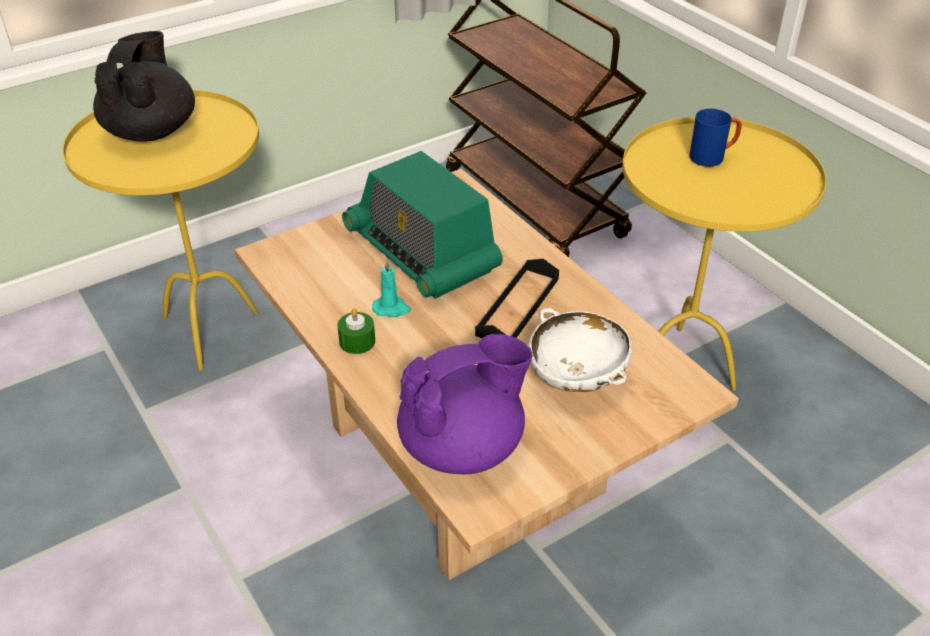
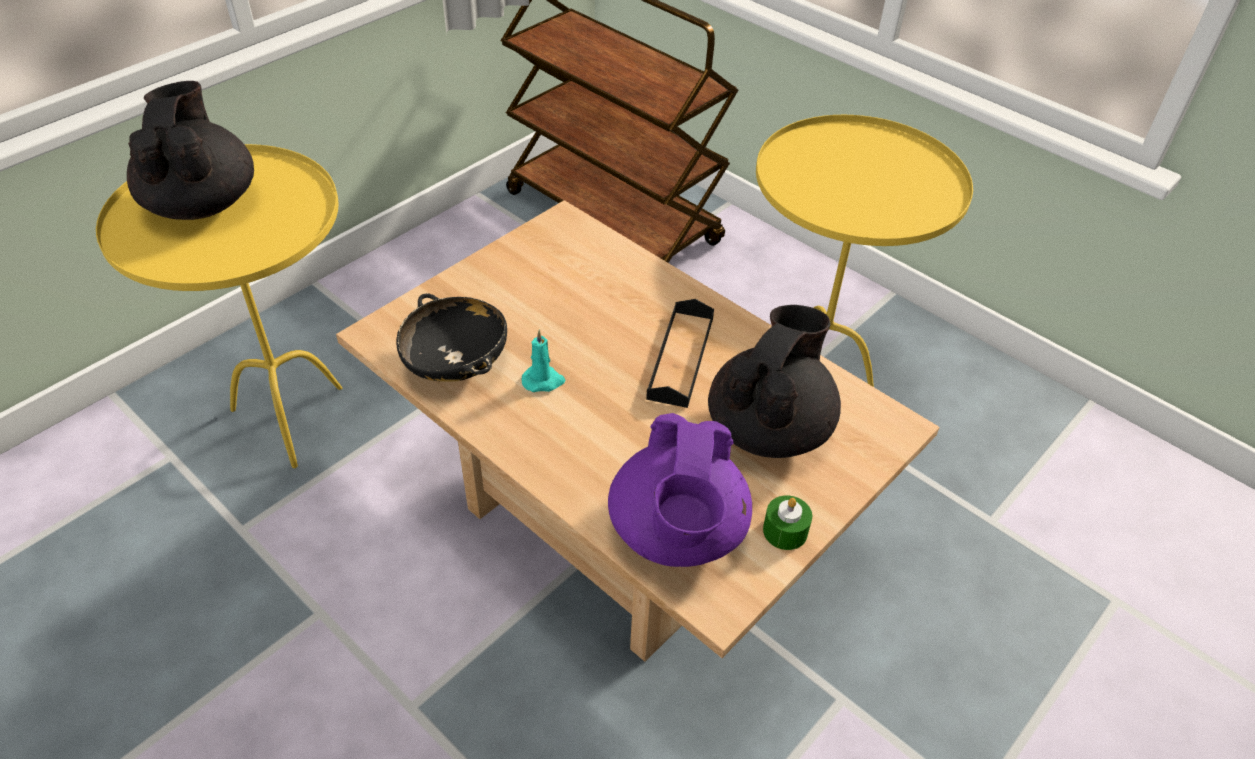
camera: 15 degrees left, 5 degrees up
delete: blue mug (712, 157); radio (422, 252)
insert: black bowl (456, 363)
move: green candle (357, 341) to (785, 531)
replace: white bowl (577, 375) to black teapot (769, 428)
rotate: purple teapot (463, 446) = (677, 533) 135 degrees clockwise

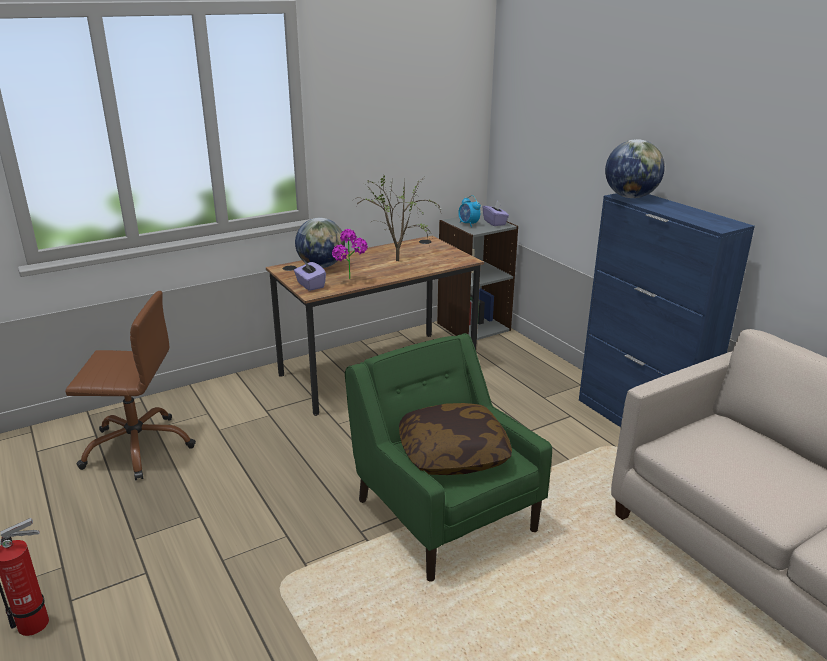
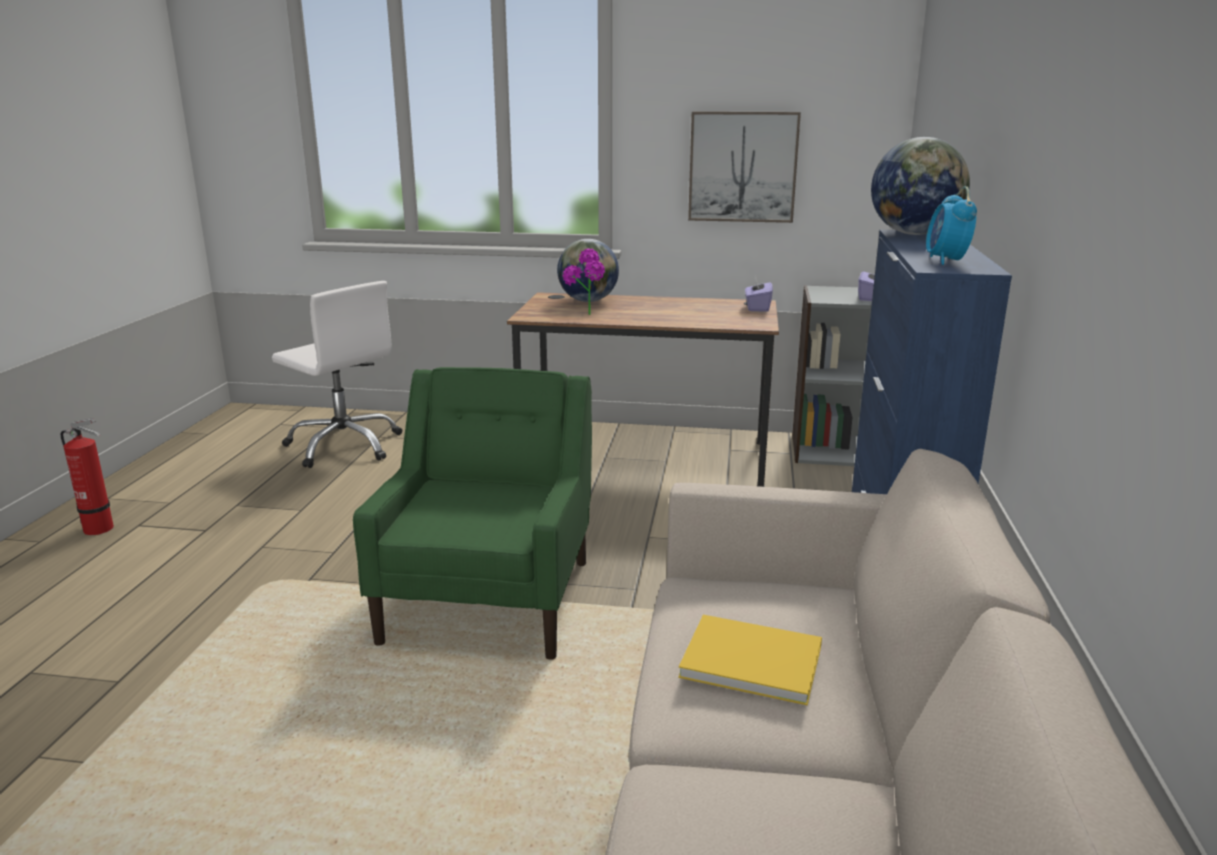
camera: 40 degrees right, 5 degrees down
delete: potted plant (398, 261); pillow (453, 454)
insert: picture (742, 167); yellow book (748, 659)
move: alarm clock (468, 224) to (946, 261); purple tissue box (310, 285) to (757, 308)
recolor: brown office chair (138, 447) to white office chair (344, 445)

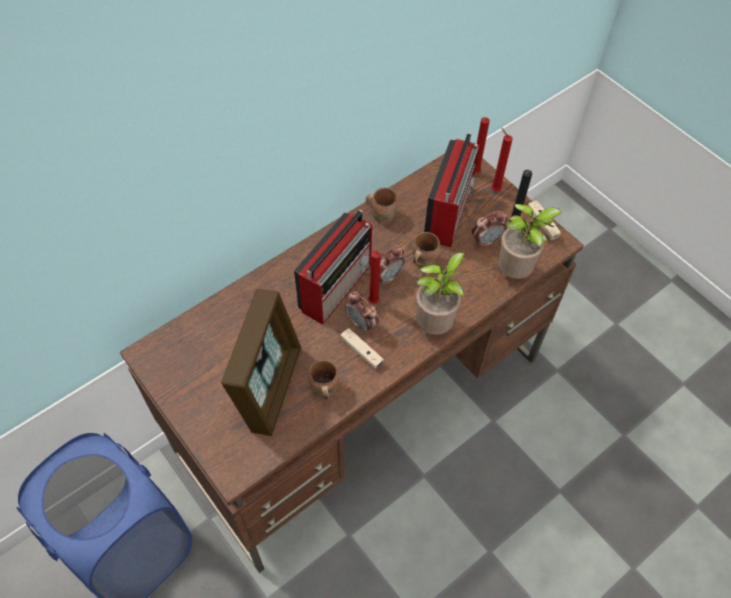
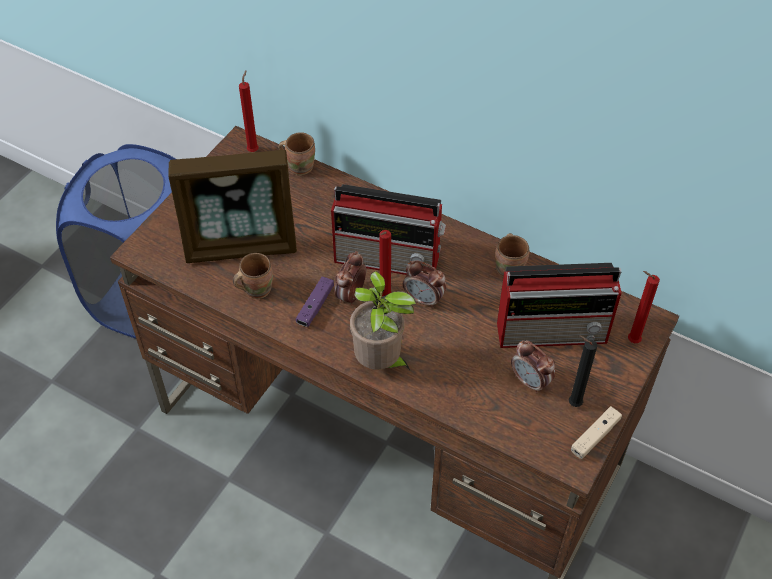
camera: 70 degrees right, 5 degrees down
delete: potted plant (516, 272)
move: red candle (494, 189) to (253, 150); brown mug (422, 261) to (300, 166)
recolor: beige game controller (361, 351) to purple game controller (315, 306)

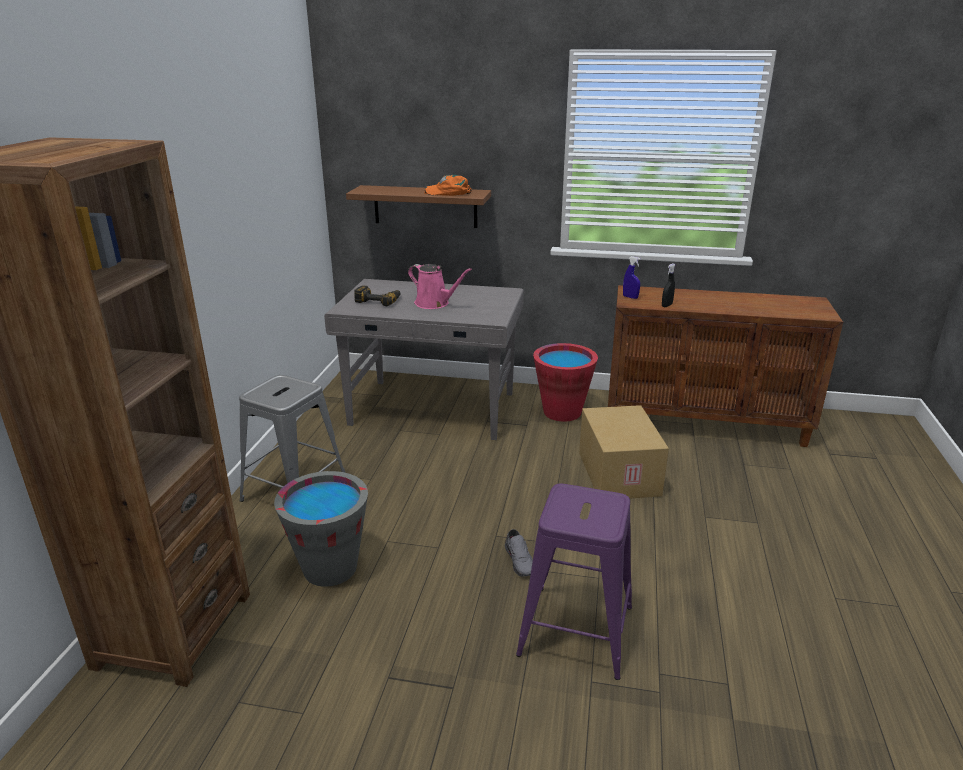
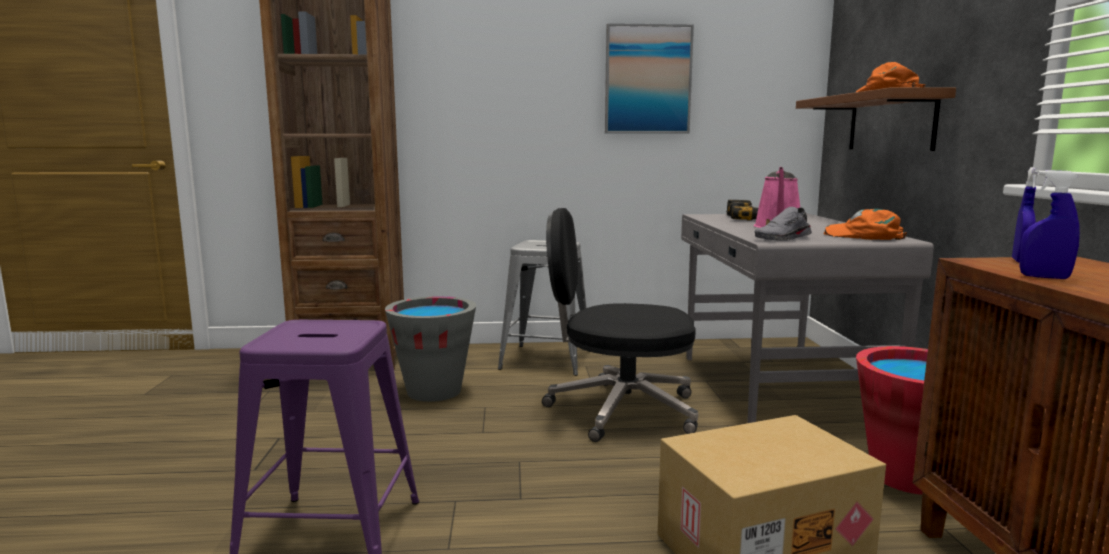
camera: 75 degrees right, 15 degrees down
insert: picture (647, 80); black office chair (619, 410); orange cap (864, 236)
move: grey shoe (520, 560) to (784, 239)
recolor: black spray bottle (667, 305) to blue spray bottle (1044, 277)

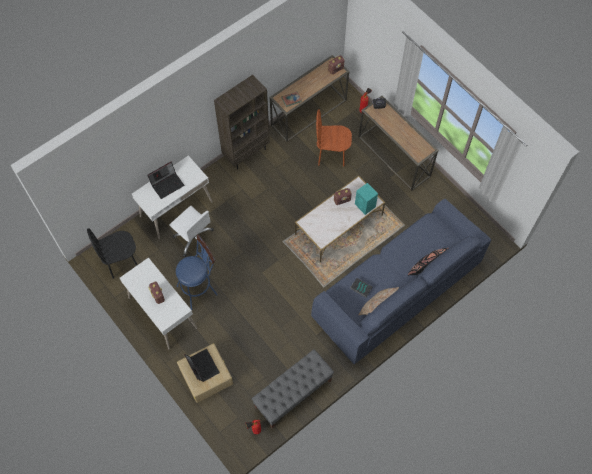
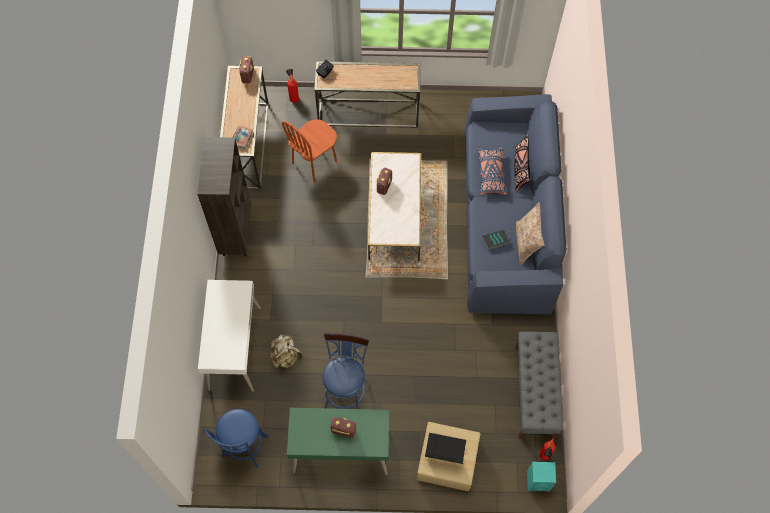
camera: 50 degrees left, 0 degrees up
delete: laptop (167, 184)
insert: blue pillow (491, 174)
move: turquoise speaker (365, 205) to (539, 481)
replace: white office chair (194, 239) to beige backpack (285, 356); black chair (121, 262) to blue stool (244, 449)
recolor: white desk (162, 313) to green desk (341, 451)

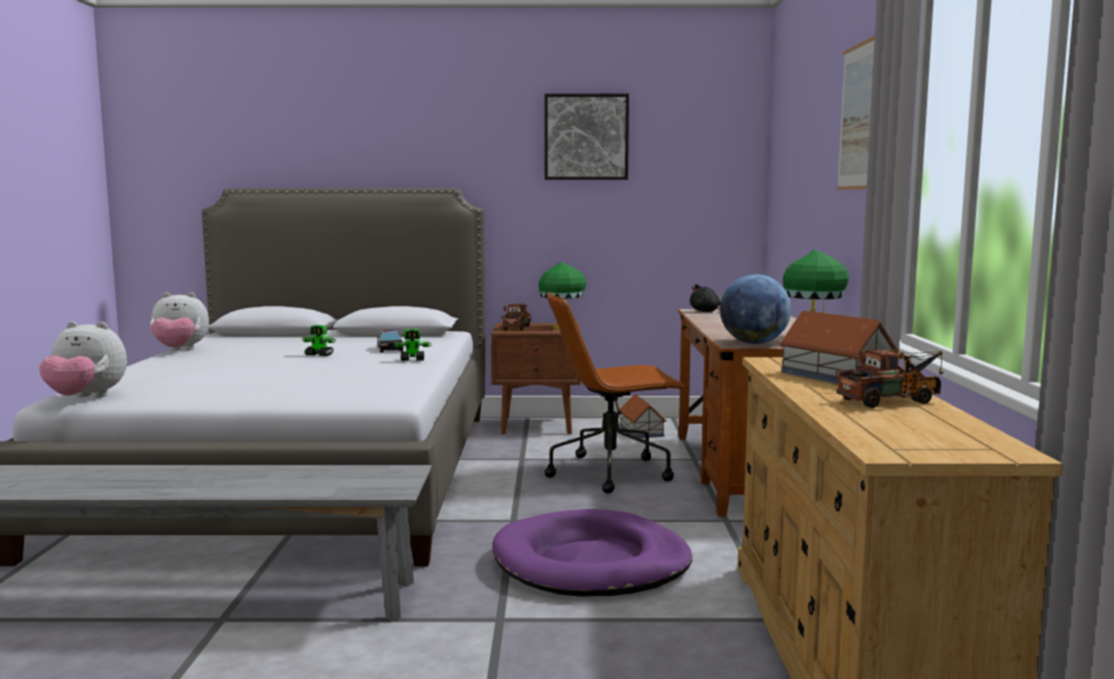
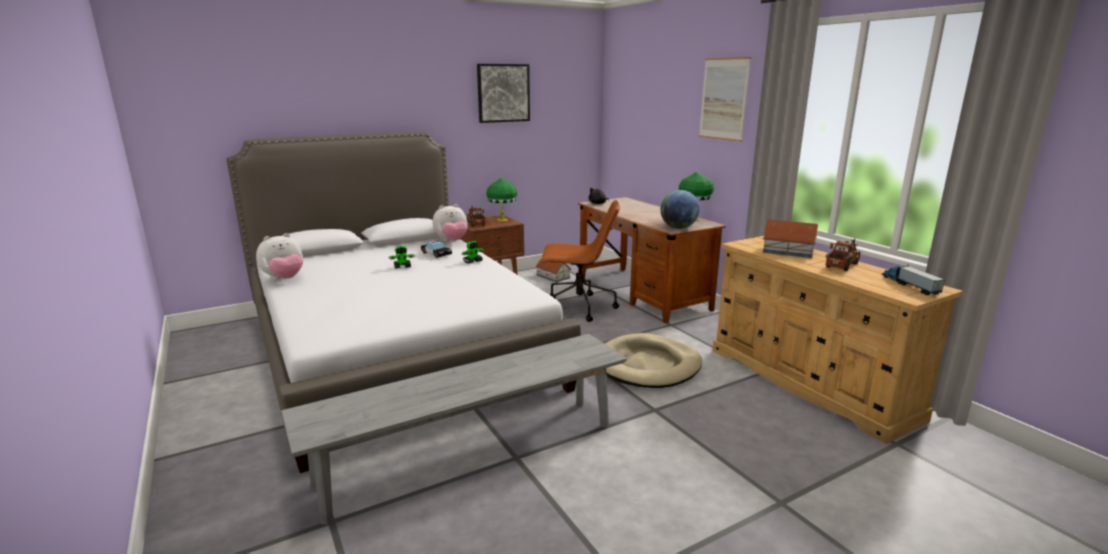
camera: 30 degrees left, 10 degrees up
insert: toy truck (909, 285)
move: plush toy (86, 398) to (452, 241)
recolor: purple dog bed (591, 563) to beige dog bed (648, 365)
rotate: brown office chair (612, 472) = (578, 307) 135 degrees counterclockwise

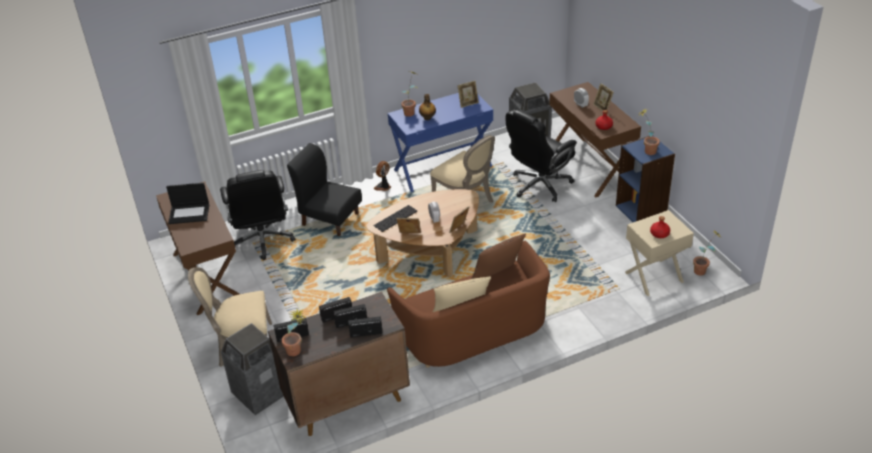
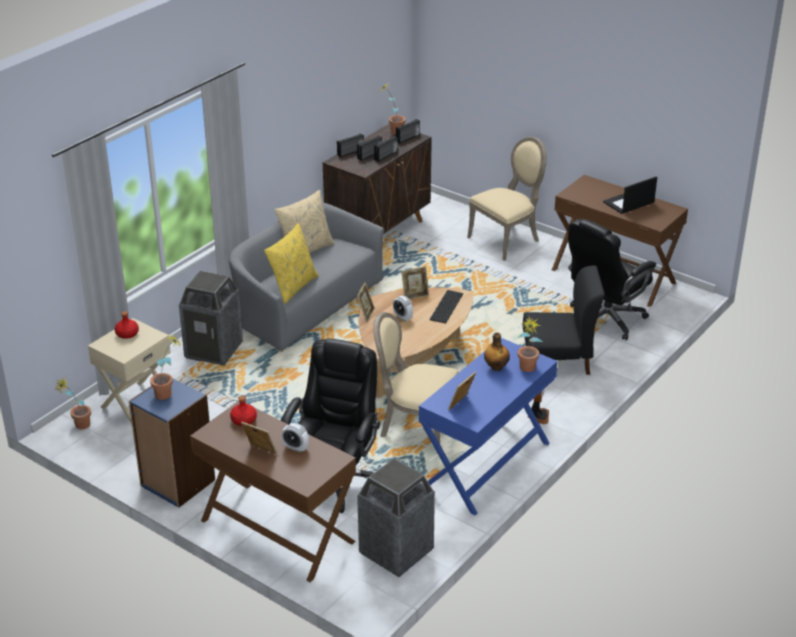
camera: 150 degrees right, 5 degrees down
move: trash can (259, 393) to (214, 350)
recolor: brown pillow (497, 277) to yellow pillow (293, 287); brown sofa (475, 330) to grey sofa (305, 305)
rotate: black office chair (262, 240) = (604, 319) 90 degrees counterclockwise

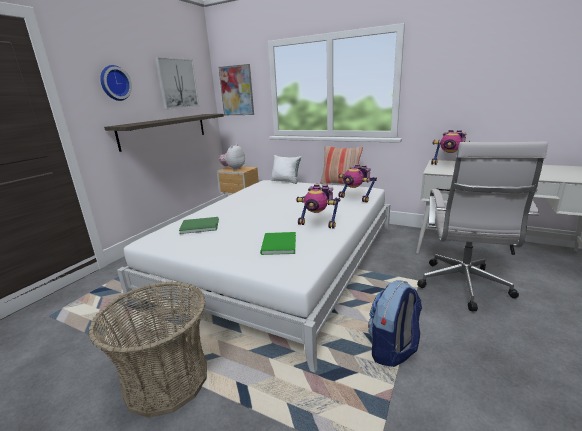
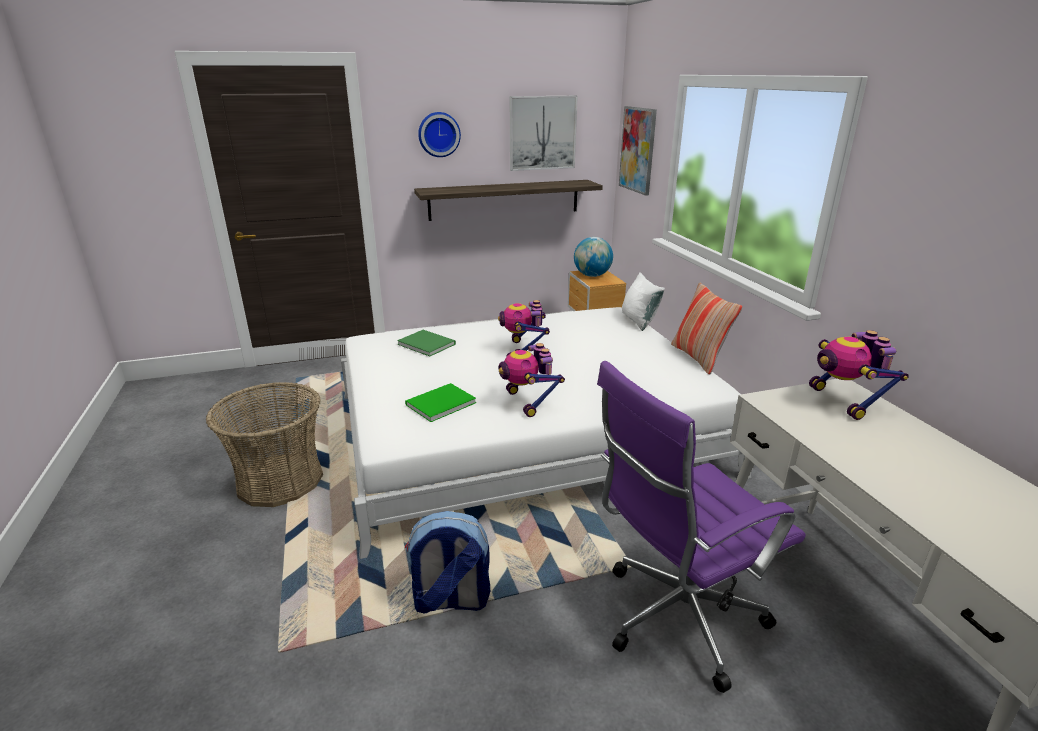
camera: 45 degrees right, 5 degrees up
move: toy robot (355, 198) to (524, 350)
replace: plush toy (233, 169) to globe (592, 275)
recolor: white office chair (463, 287) to purple office chair (676, 619)

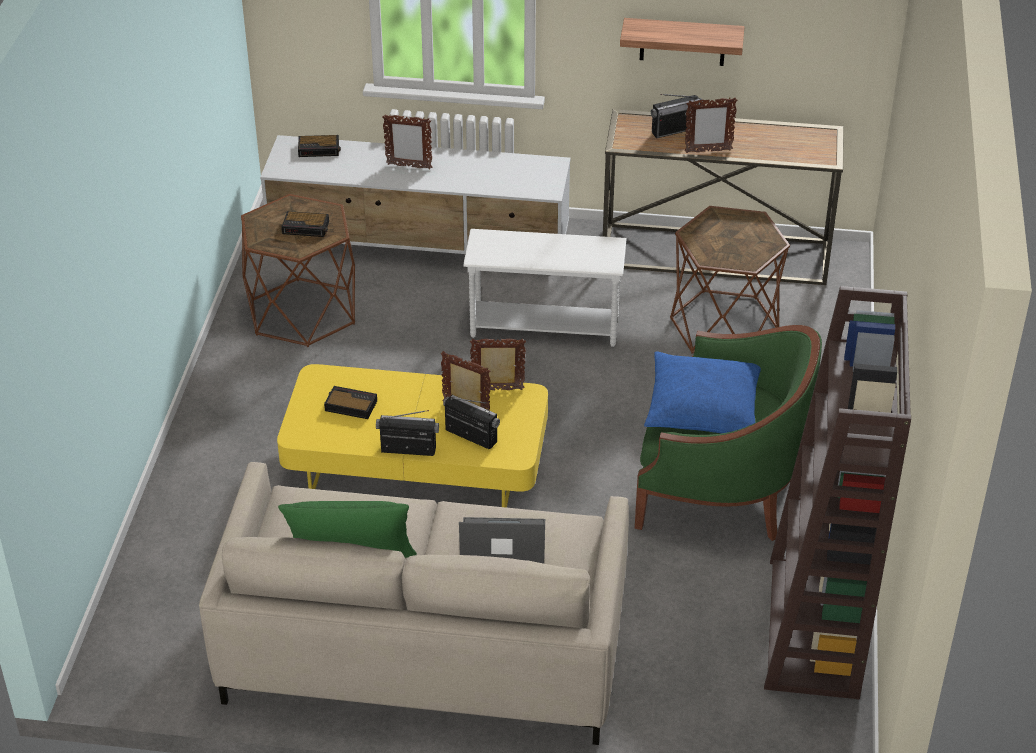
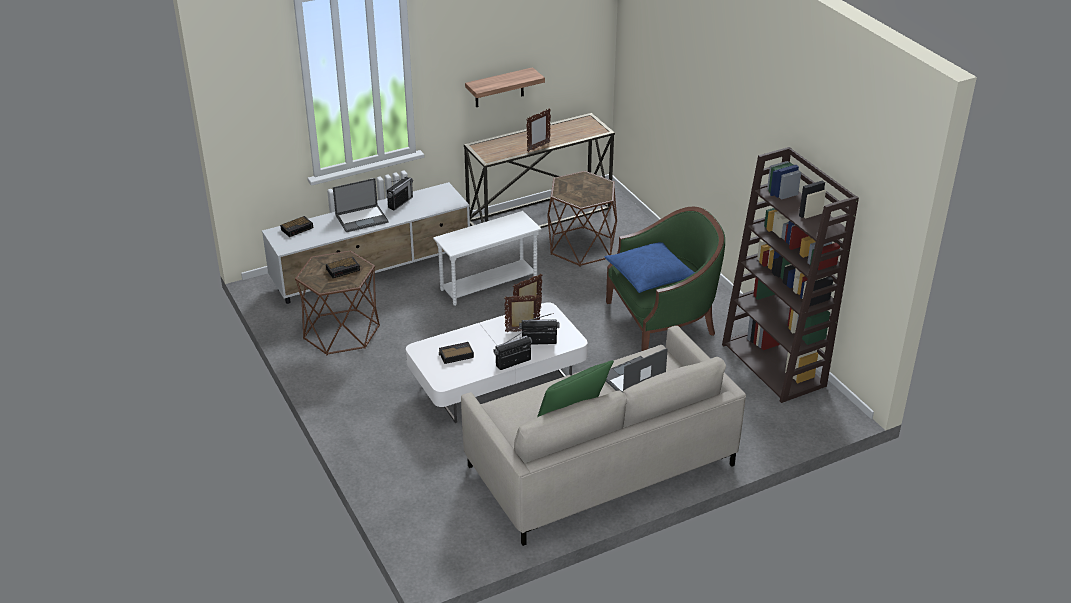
camera: 35 degrees left, 5 degrees down
move: radio (675, 130) to (400, 202)
replace: picture frame (408, 166) to laptop (362, 218)
recolor: yellow coffee table (417, 468) to white coffee table (497, 382)

